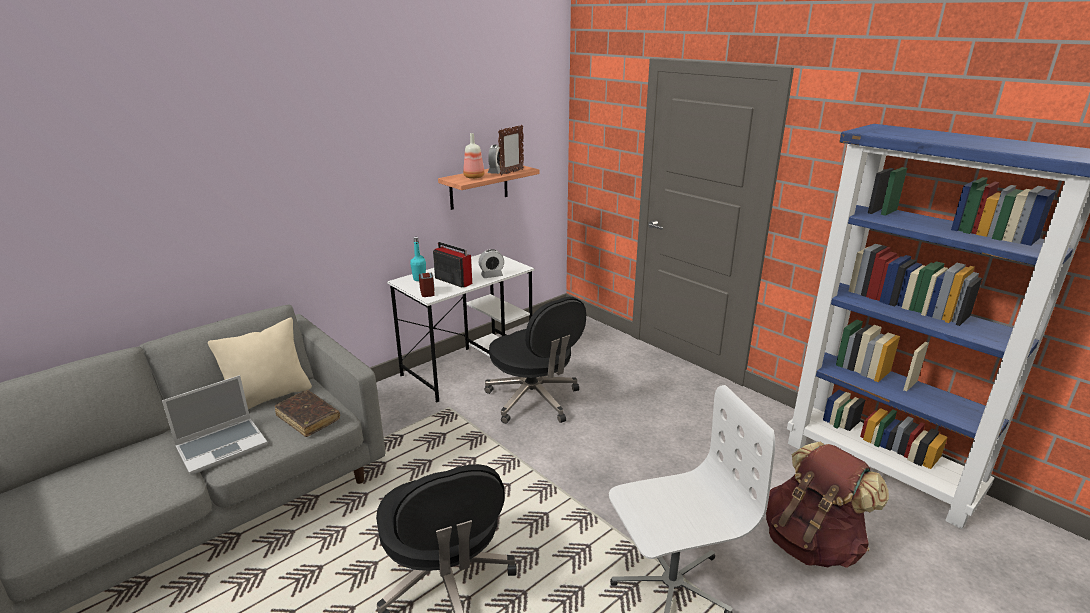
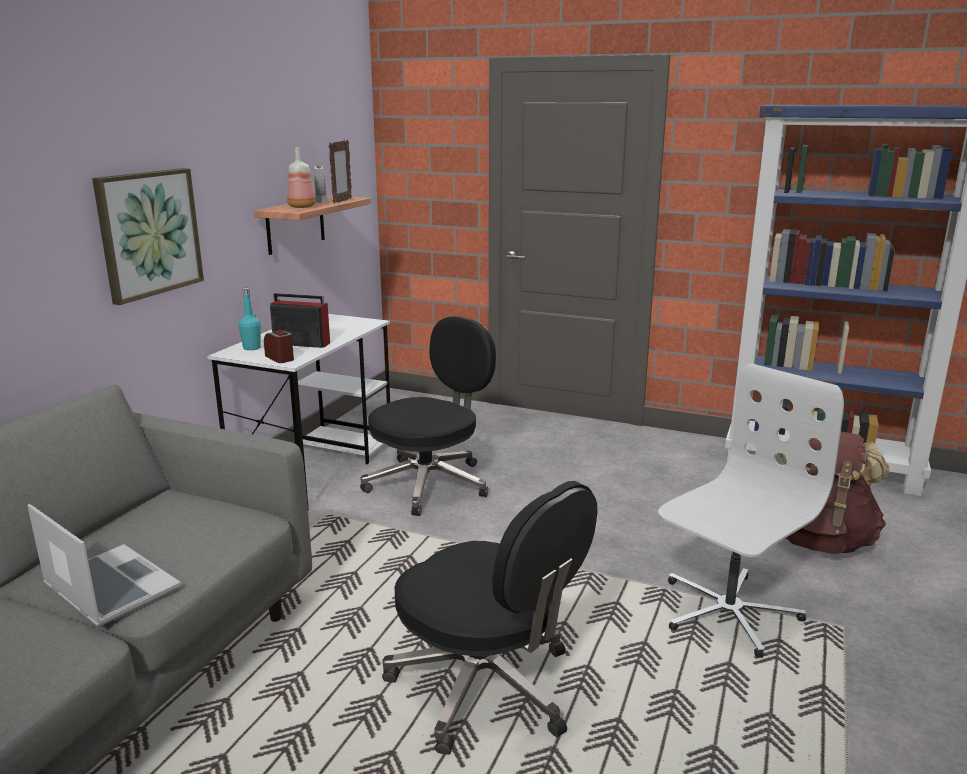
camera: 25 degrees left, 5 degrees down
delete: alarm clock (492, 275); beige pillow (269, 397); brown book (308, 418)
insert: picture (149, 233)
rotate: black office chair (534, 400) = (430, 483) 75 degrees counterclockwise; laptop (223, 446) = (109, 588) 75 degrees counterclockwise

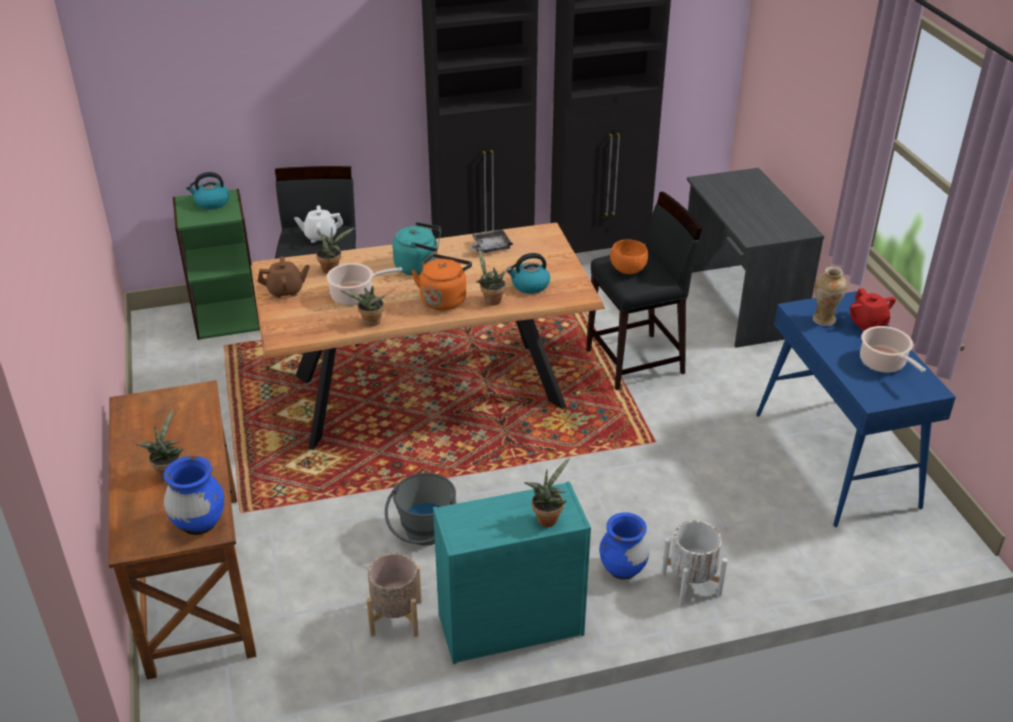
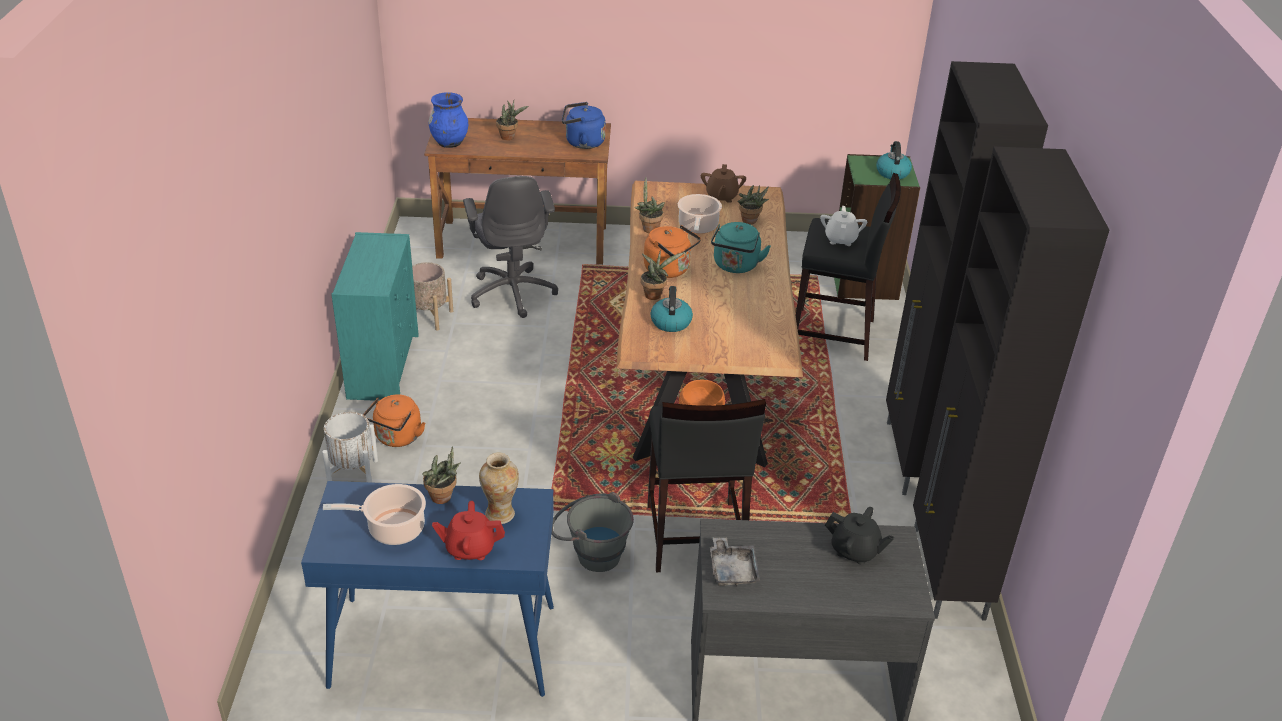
camera: 105 degrees right, 0 degrees up
insert: blue kettle (582, 143); grey office chair (513, 292); black teapot (855, 551)
move: grey tray (490, 247) to (732, 569); potted plant (547, 518) to (444, 498); grey bucket (424, 537) to (590, 553)
replace: blue vase (622, 569) to orange kettle (397, 438)

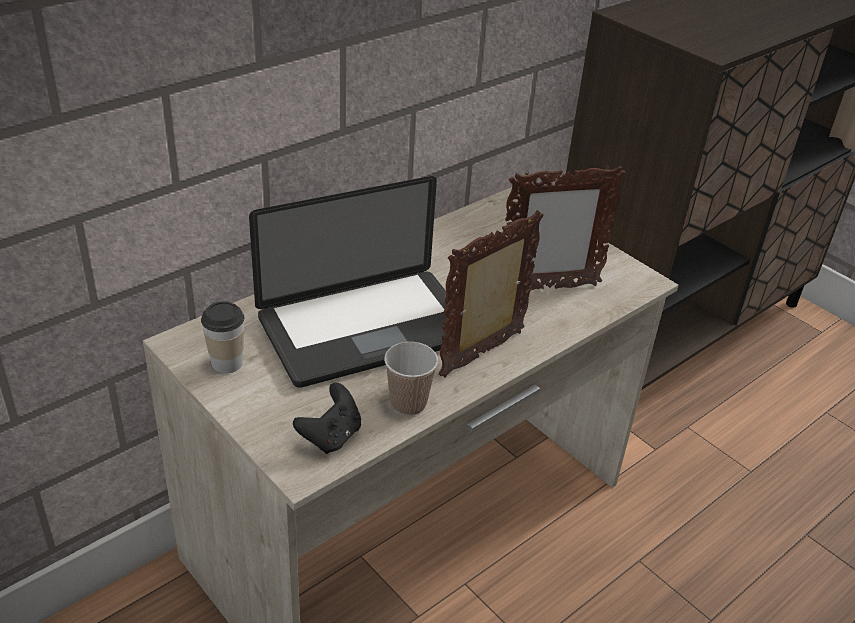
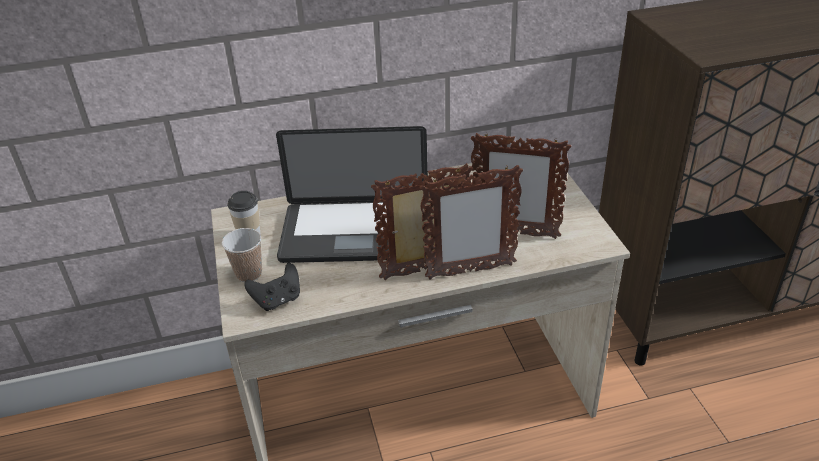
camera: 30 degrees right, 0 degrees up
insert: picture frame (469, 271)
move: cup (408, 404) to (249, 274)

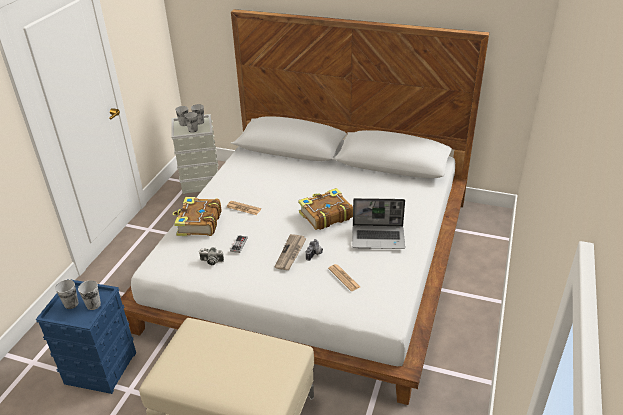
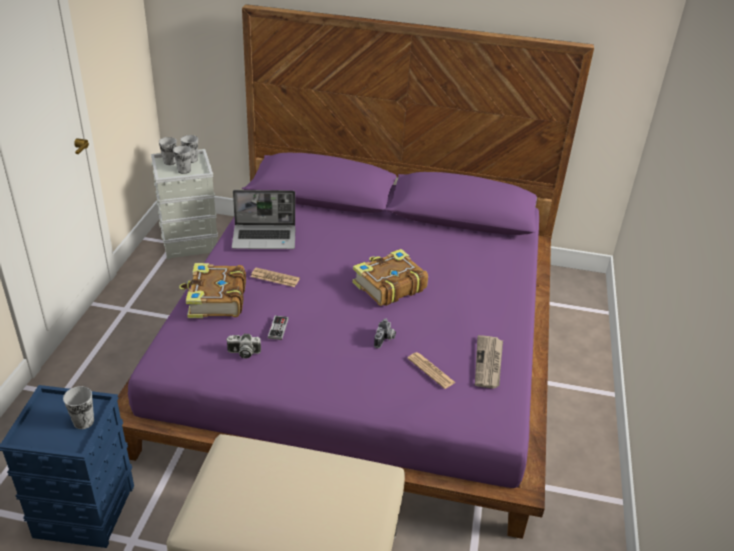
camera: 10 degrees left, 0 degrees up
delete: cup (71, 304)
move: laptop (379, 237) to (265, 238); newspaper (291, 253) to (489, 363)
recolor: white bed (313, 261) to purple bed (362, 348)

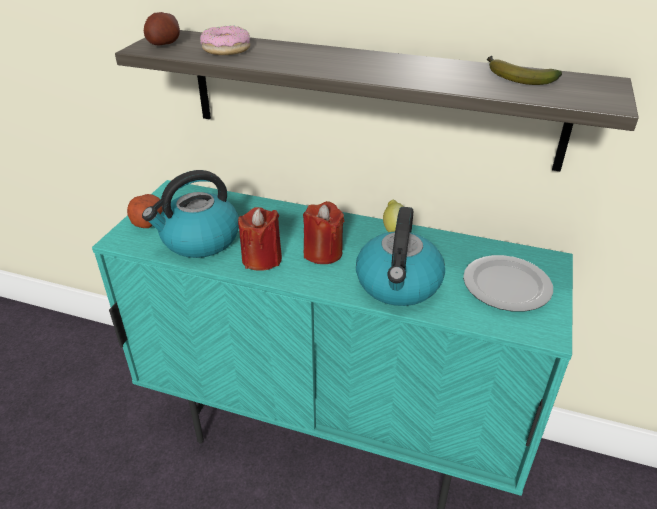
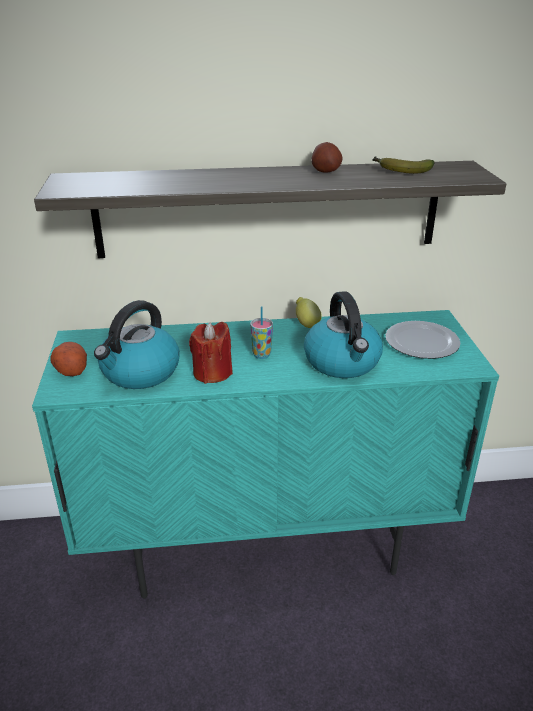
camera: 25 degrees left, 5 degrees down
delete: donut (226, 49)
move: potato (164, 44) to (325, 171)
replace: red candle (323, 253) to cup (261, 355)

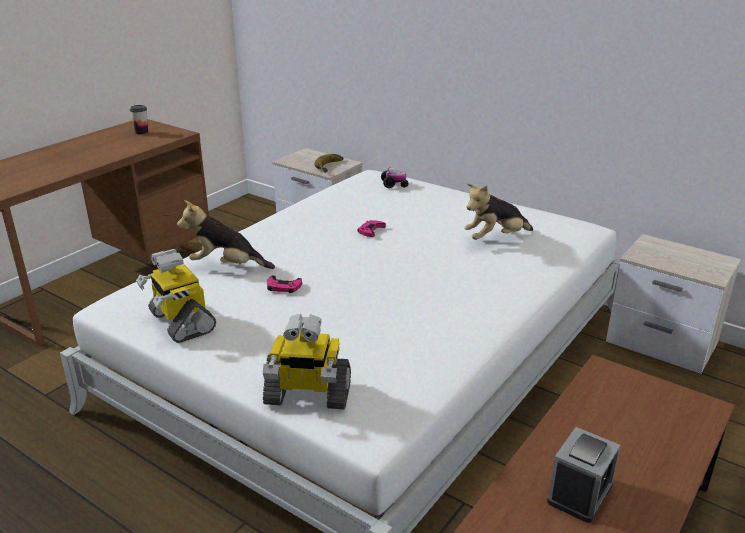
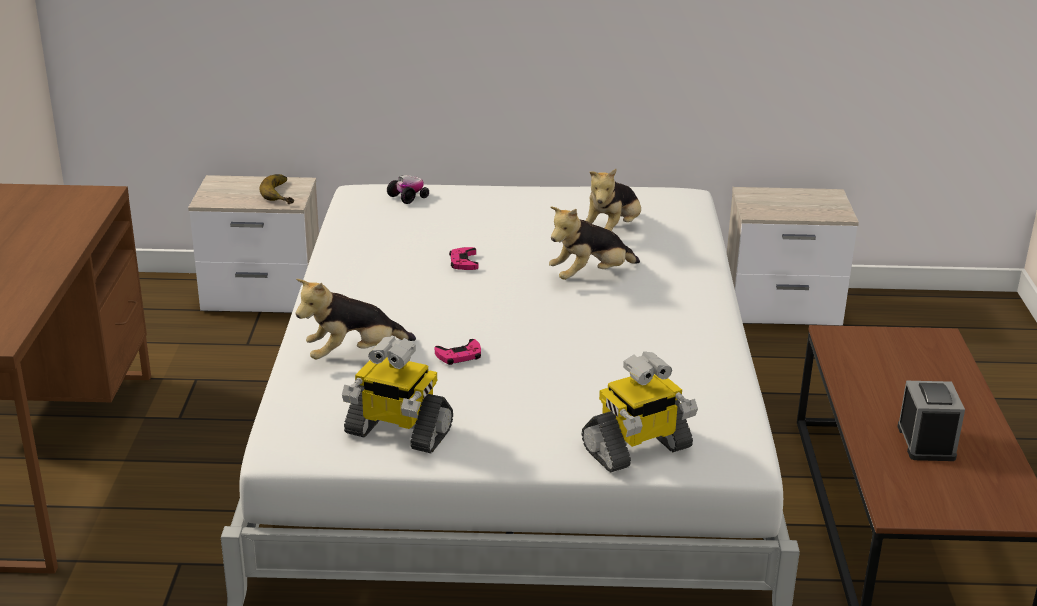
camera: 35 degrees left, 0 degrees up
delete: cup (141, 132)
insert: plush toy (590, 276)

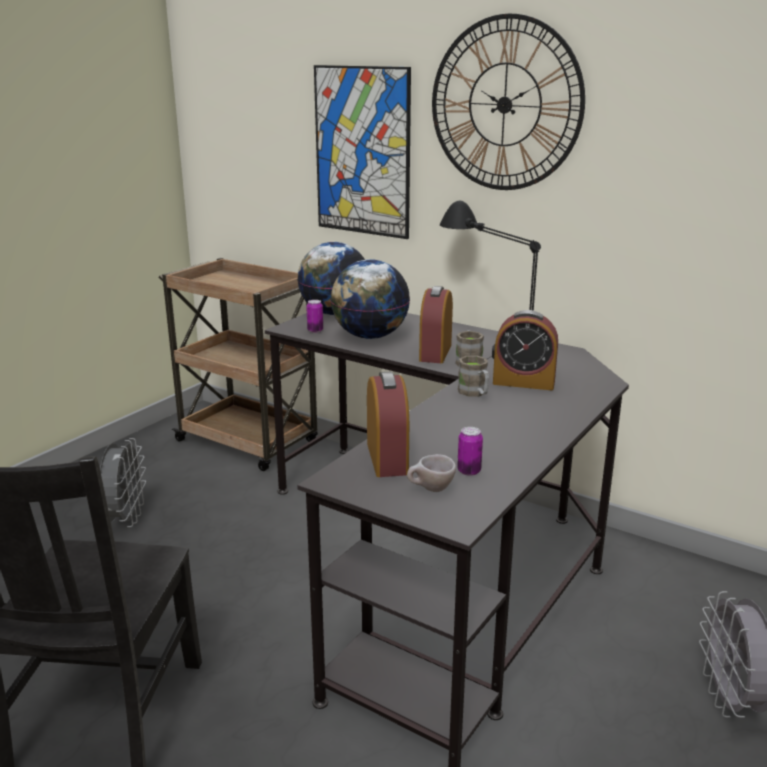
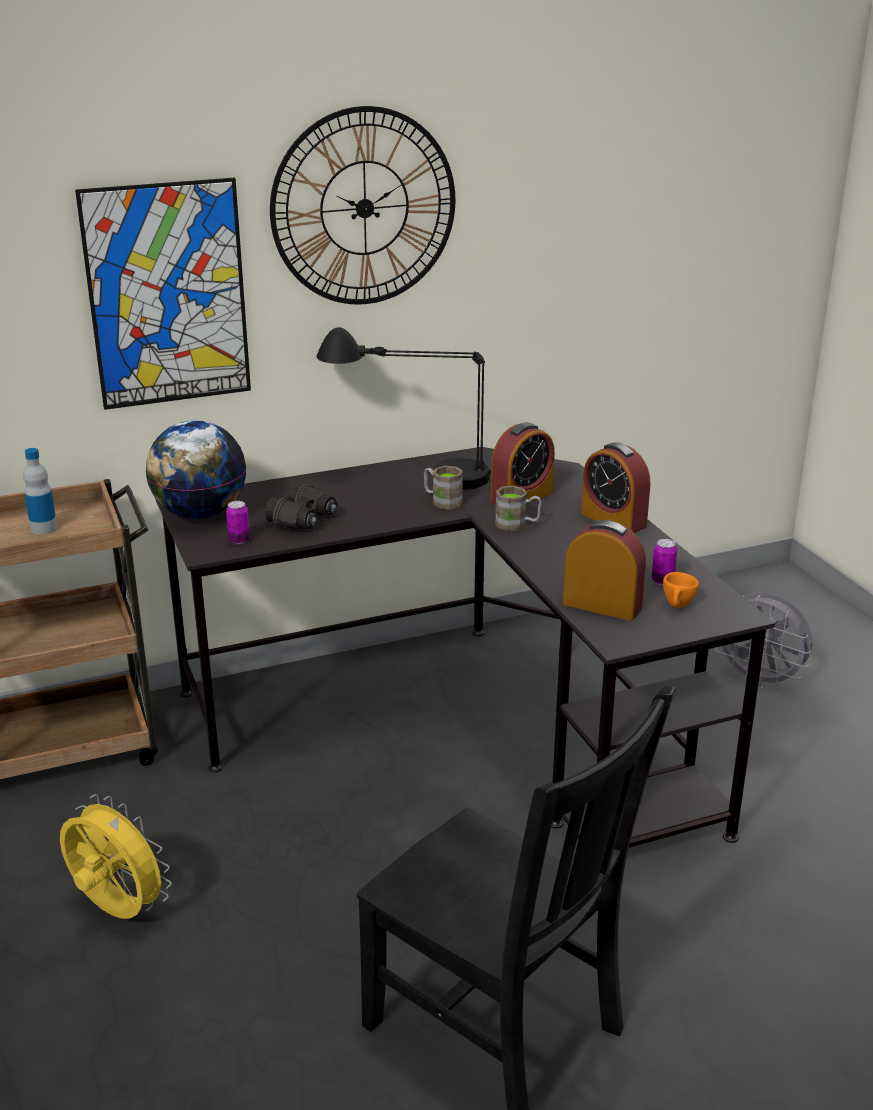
camera: 55 degrees left, 5 degrees up
insert: bottle (44, 528)
move: alarm clock (435, 352) to (613, 520)
replace: globe (370, 336) to black binoculars (304, 520)
recolor: grey fan (125, 519) to yellow fan (116, 911); beige cup (430, 490) to orange cup (678, 607)

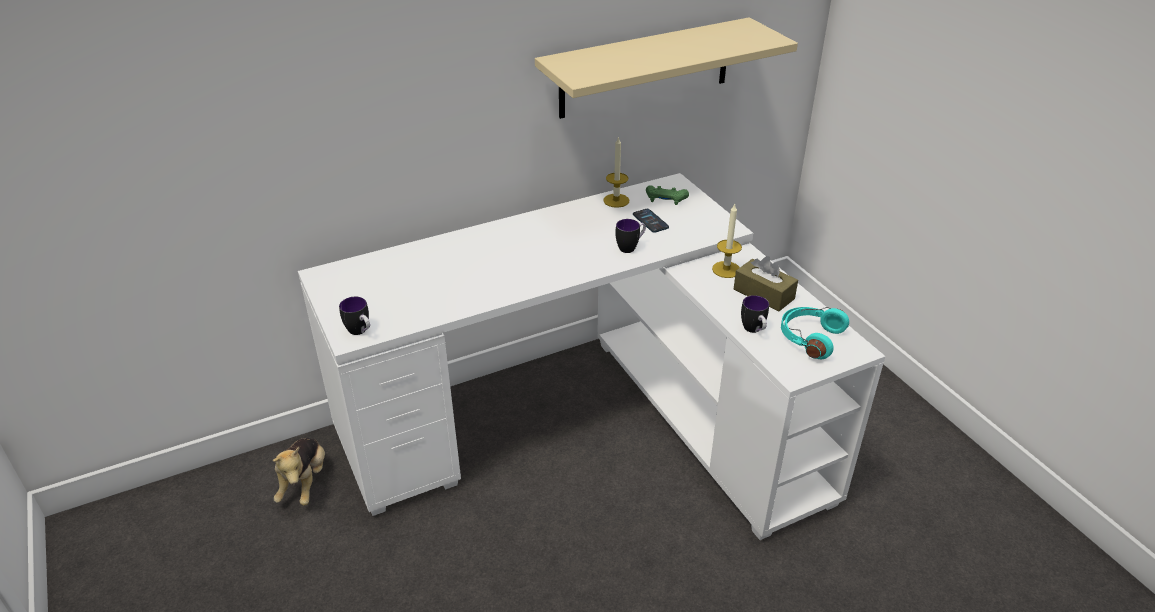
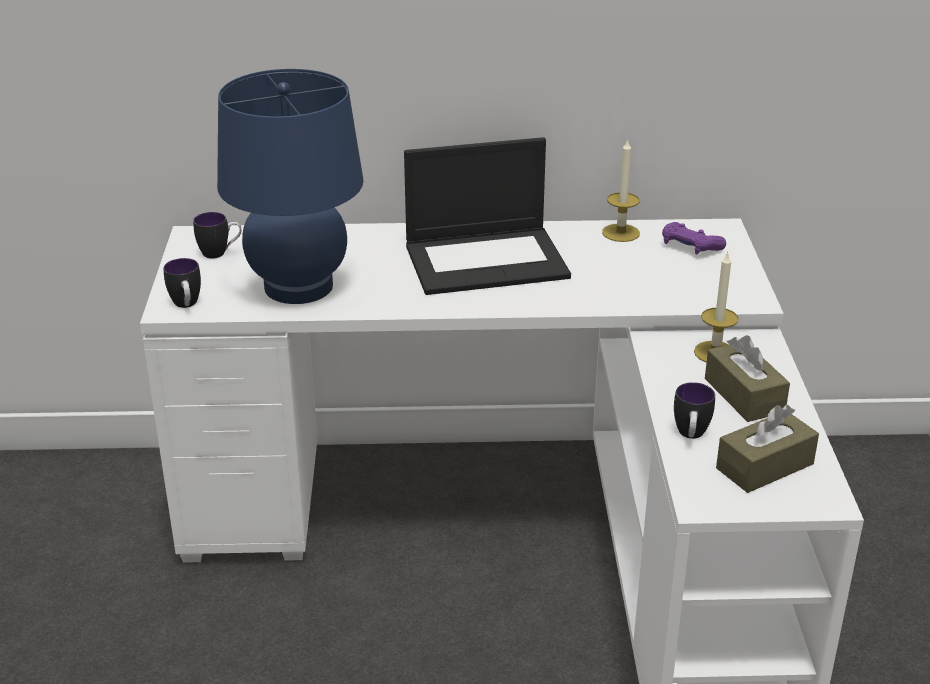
camera: 25 degrees right, 5 degrees down
delete: beige shelf (645, 68); phone (650, 221); plush toy (304, 483)
insert: blue table lamp (298, 286); laptop (487, 260)
move: mug (630, 247) to (220, 253)
replace: turquoise headphones (809, 338) to brown tissue box (764, 466)
recolor: green game controller (665, 200) to purple game controller (690, 246)

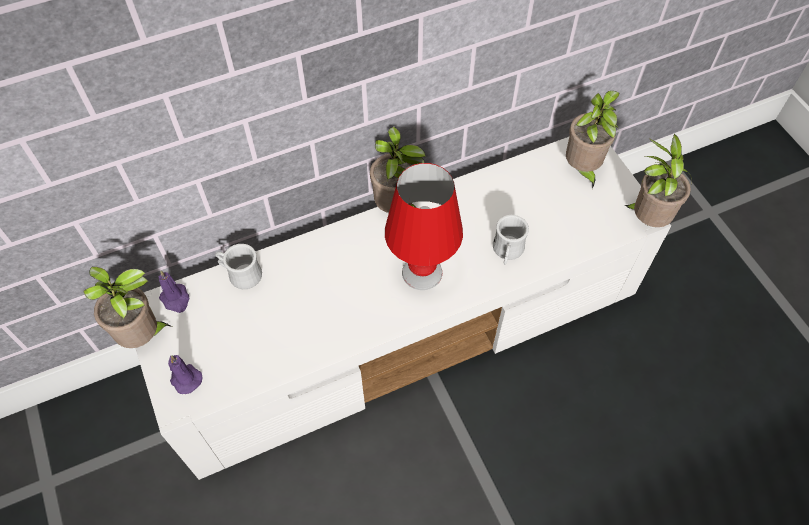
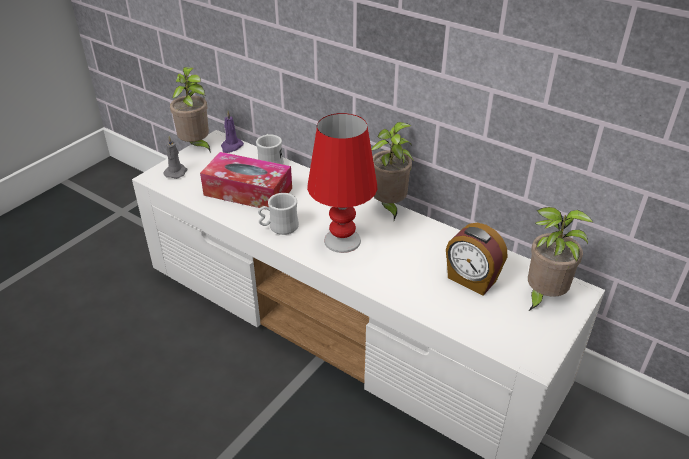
camera: 60 degrees right, 20 degrees down
delete: potted plant (646, 219)
insert: tissue box (248, 192); alarm clock (471, 280)
move: white mug (507, 252) to (279, 227)
recolor: purple candle (185, 378) to grey candle (176, 172)

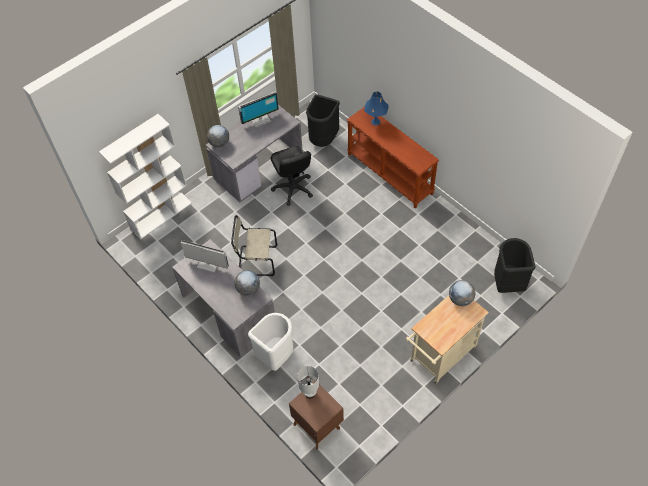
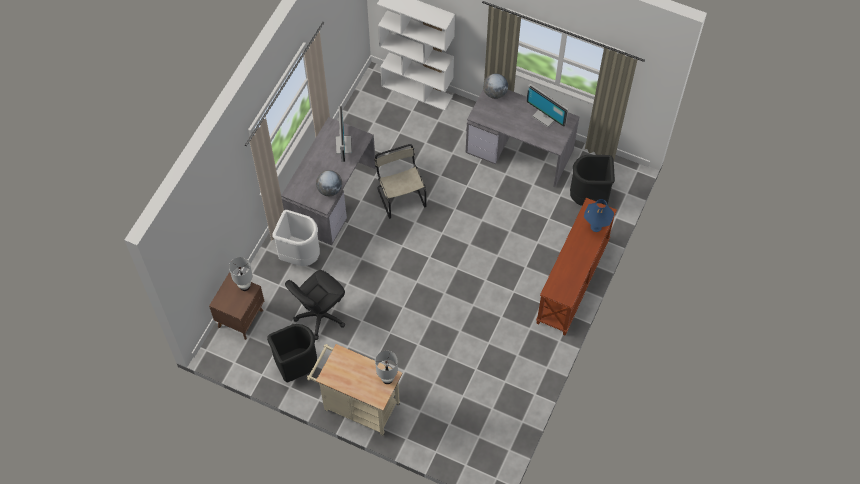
camera: 65 degrees right, 5 degrees up
move: black office chair (293, 188) to (320, 315); black trash can (507, 283) to (296, 367)
replace: globe (460, 299) to white table lamp (387, 379)

